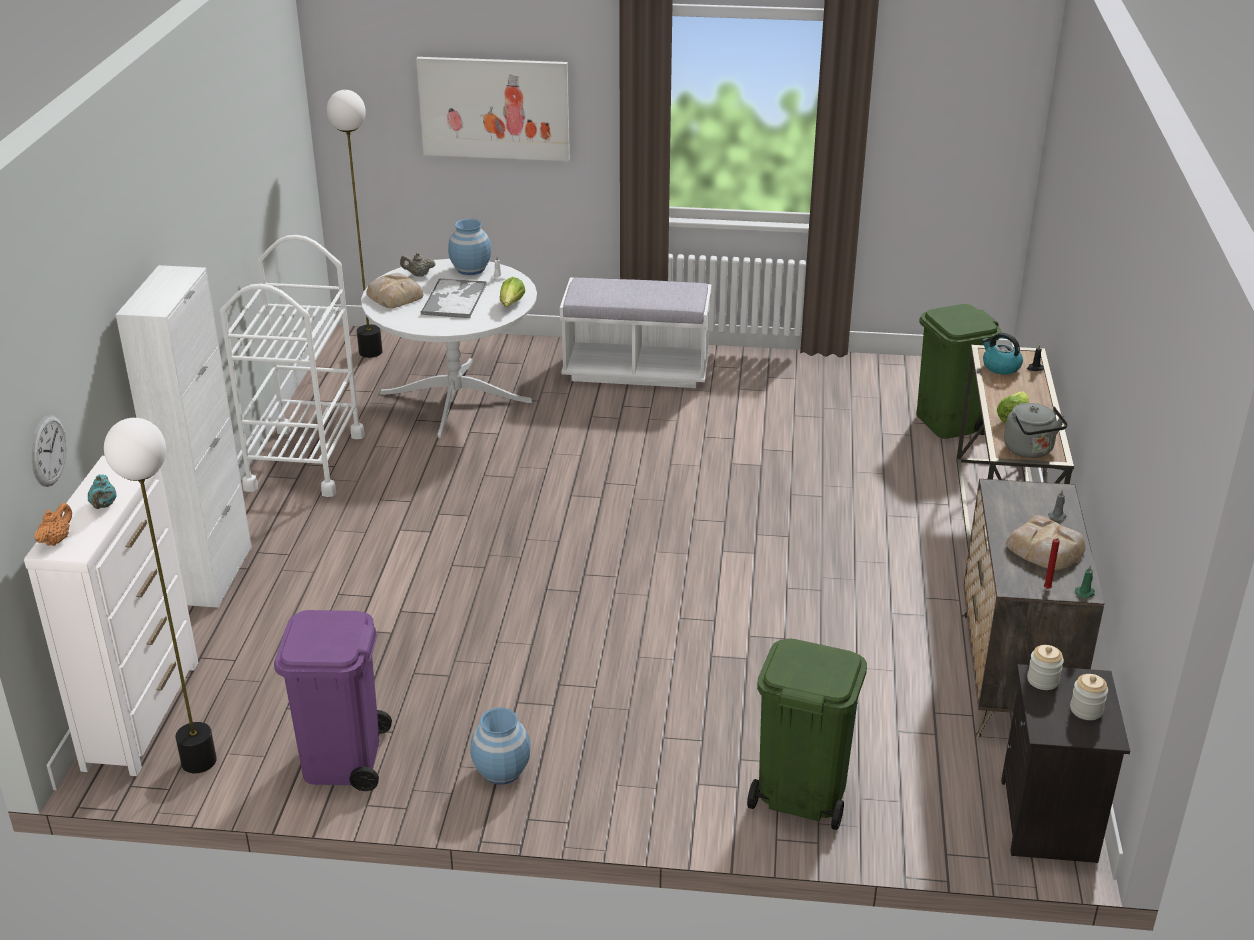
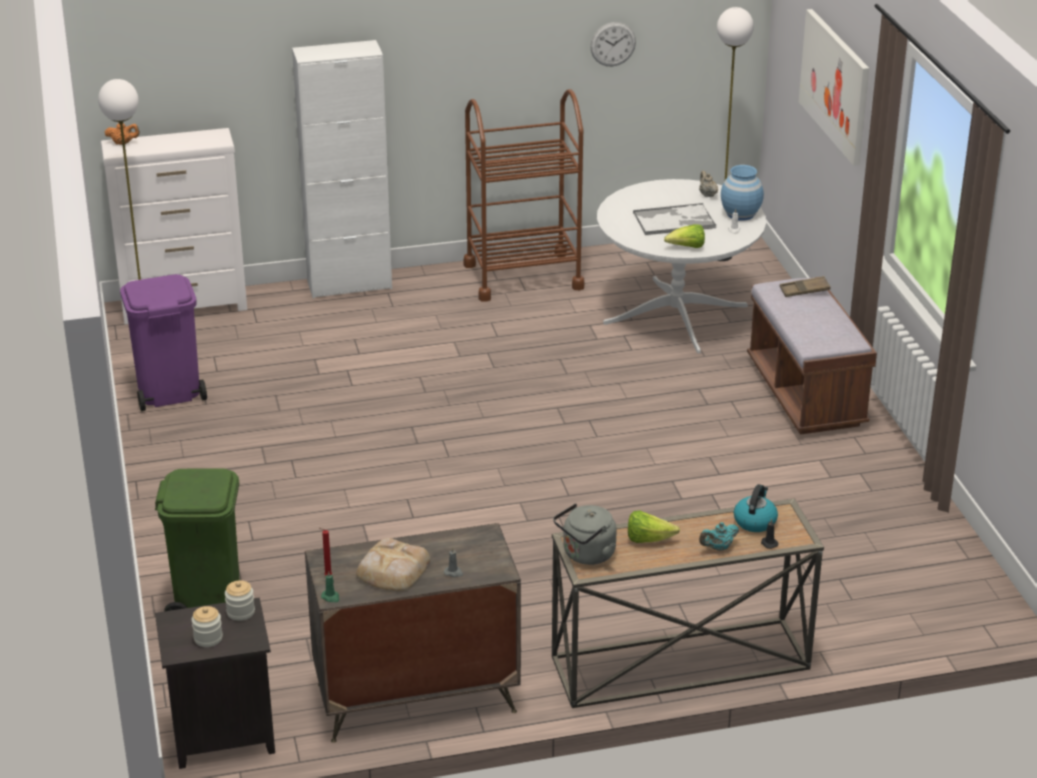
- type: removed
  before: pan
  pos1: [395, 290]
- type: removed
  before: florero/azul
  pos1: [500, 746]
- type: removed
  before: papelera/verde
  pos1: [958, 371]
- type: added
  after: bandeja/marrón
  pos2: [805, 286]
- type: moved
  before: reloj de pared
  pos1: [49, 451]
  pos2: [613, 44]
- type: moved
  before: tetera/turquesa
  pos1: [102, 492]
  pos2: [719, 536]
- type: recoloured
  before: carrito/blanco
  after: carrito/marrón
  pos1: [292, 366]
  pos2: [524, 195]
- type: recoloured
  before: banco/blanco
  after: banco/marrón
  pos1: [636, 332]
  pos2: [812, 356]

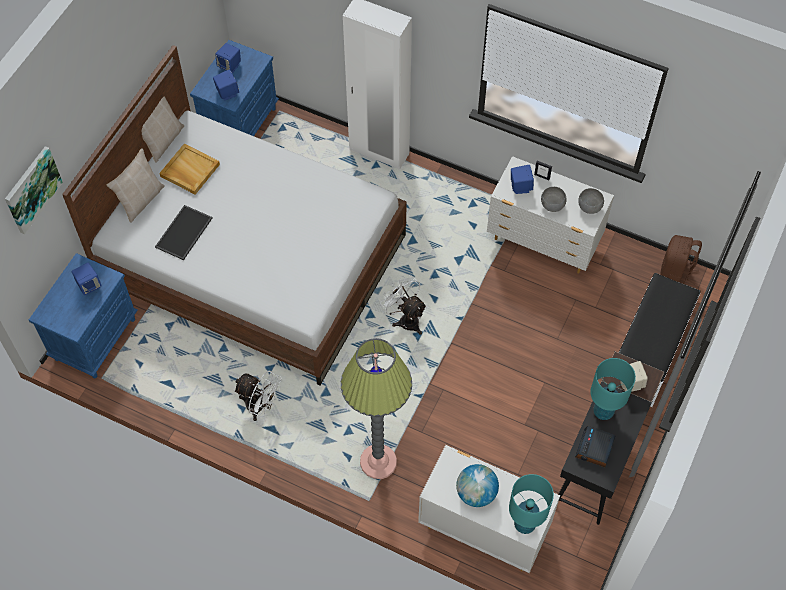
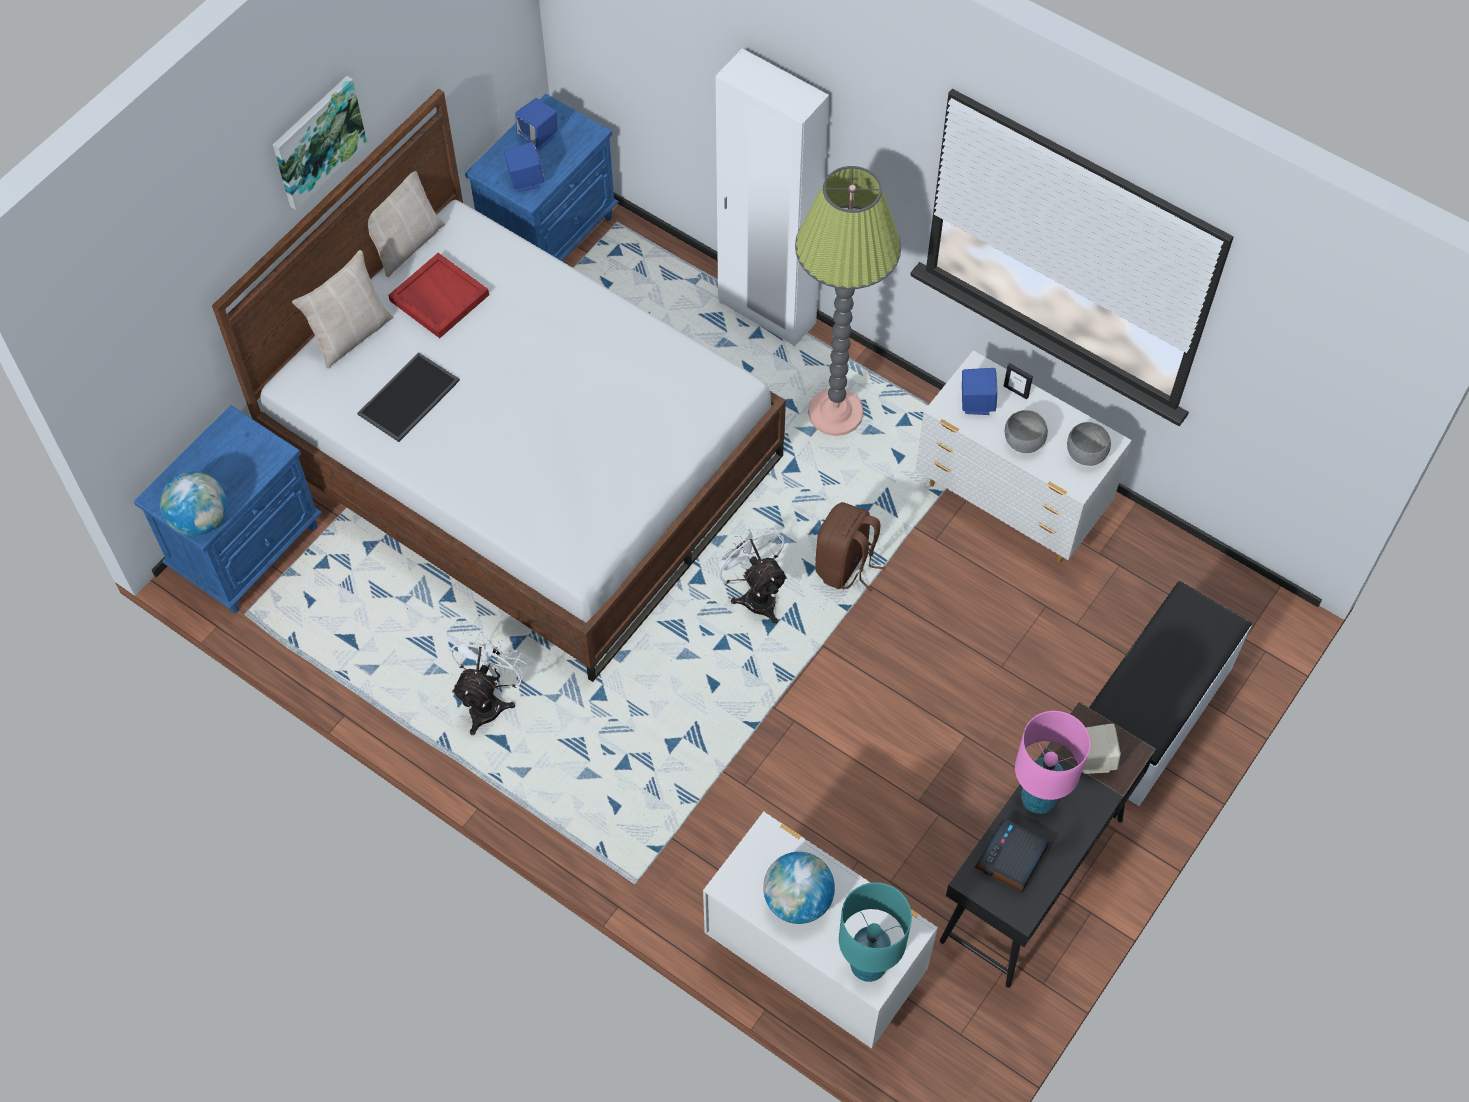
- type: removed
  before: altavoz/azul
  pos1: [86, 278]
- type: added
  after: globo terráqueo
  pos2: [193, 503]
- type: moved
  before: cuadro
  pos1: [34, 190]
  pos2: [320, 143]
- type: moved
  before: lámpara de pie
  pos1: [376, 408]
  pos2: [848, 301]
- type: moved
  before: mochila/marrón
  pos1: [681, 260]
  pos2: [850, 546]
- type: recoloured
  before: bandeja/beis
  after: bandeja/rojo
  pos1: [189, 169]
  pos2: [438, 295]
- type: recoloured
  before: lámpara de mesa/turquesa
  after: lámpara de mesa/rosa
  pos1: [613, 389]
  pos2: [1052, 762]
- type: turned
  before: ventilador/blanco
  pos1: [258, 396]
  pos2: [489, 683]
  turn: -105

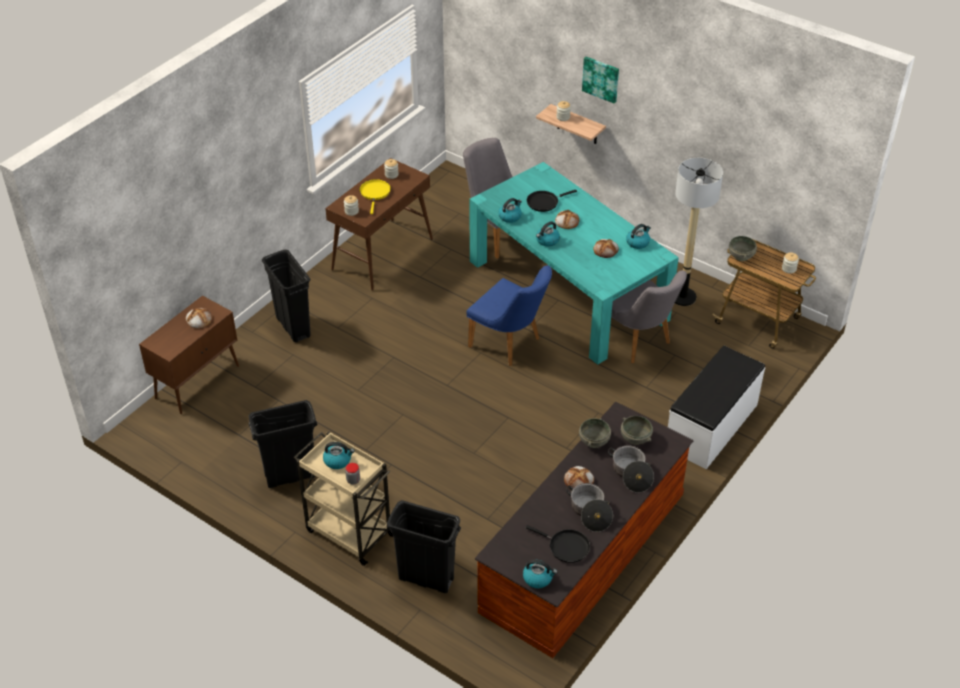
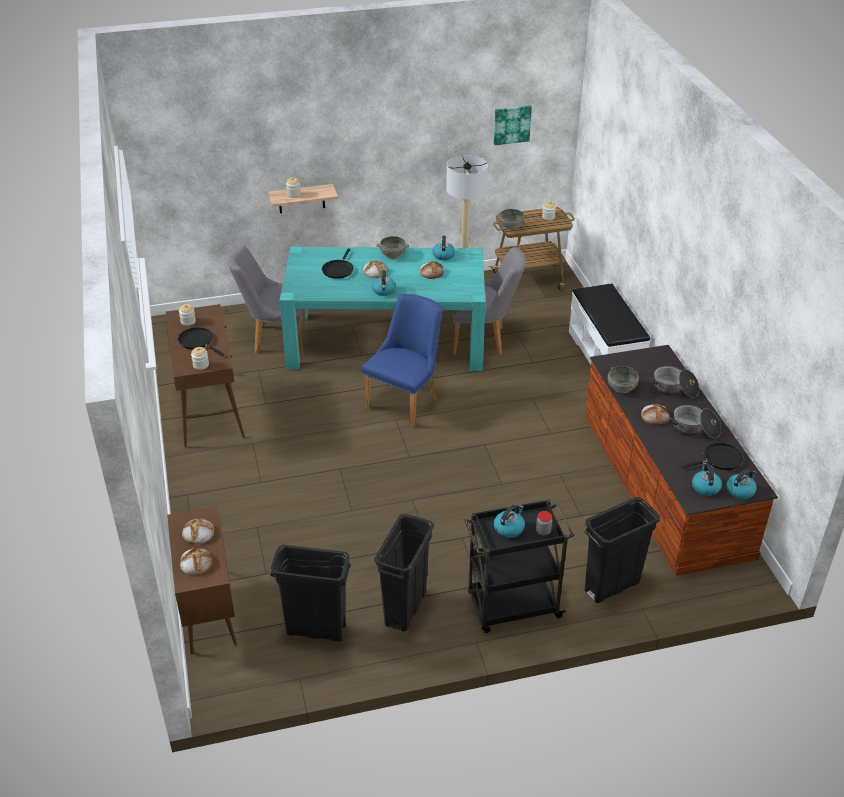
- type: added
  after: pan
  pos2: [196, 561]
- type: moved
  before: papelera/negro
  pos1: [286, 296]
  pos2: [310, 593]
- type: moved
  before: hervidor
  pos1: [510, 210]
  pos2: [707, 479]
- type: moved
  before: cuadro
  pos1: [600, 80]
  pos2: [513, 125]
- type: moved
  before: cuenco/gris
  pos1: [637, 430]
  pos2: [393, 247]
- type: recoloured
  before: carrito/beis
  after: carrito/negro
  pos1: [343, 498]
  pos2: [519, 566]
- type: recoloured
  before: sartén/amarillo
  after: sartén/negro
  pos1: [375, 196]
  pos2: [201, 341]
- type: turned
  before: silla/azul
  pos1: [509, 315]
  pos2: [401, 361]
  turn: -45

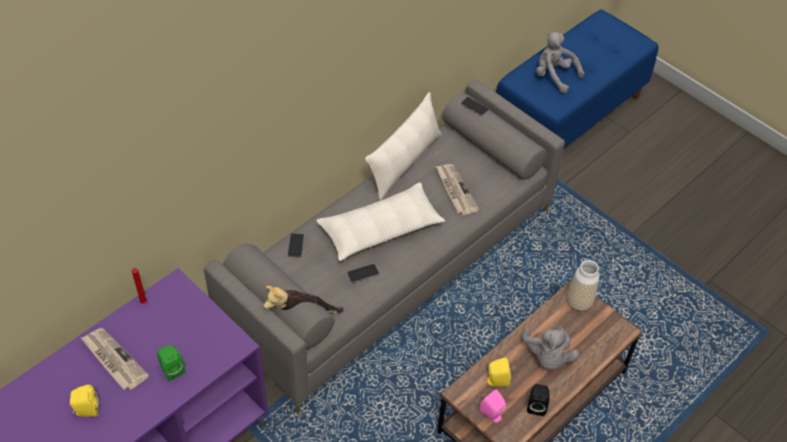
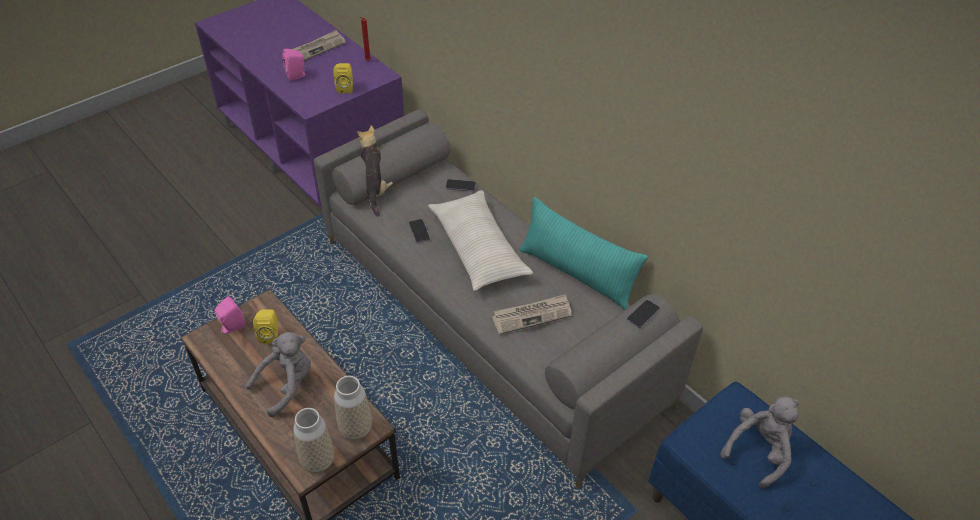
- type: removed
  before: altavoz/negro
  pos1: [538, 400]
- type: added
  after: florero
  pos2: [313, 440]
- type: moved
  before: altavoz/amarillo
  pos1: [84, 400]
  pos2: [343, 78]
- type: recoloured
  before: altavoz/verde
  after: altavoz/rosa
  pos1: [171, 363]
  pos2: [294, 65]
- type: recoloured
  before: cojín/beis
  after: cojín/turquesa
  pos1: [403, 146]
  pos2: [583, 253]
- type: turned
  before: peluche/gris
  pos1: [550, 348]
  pos2: [278, 374]
  turn: 135

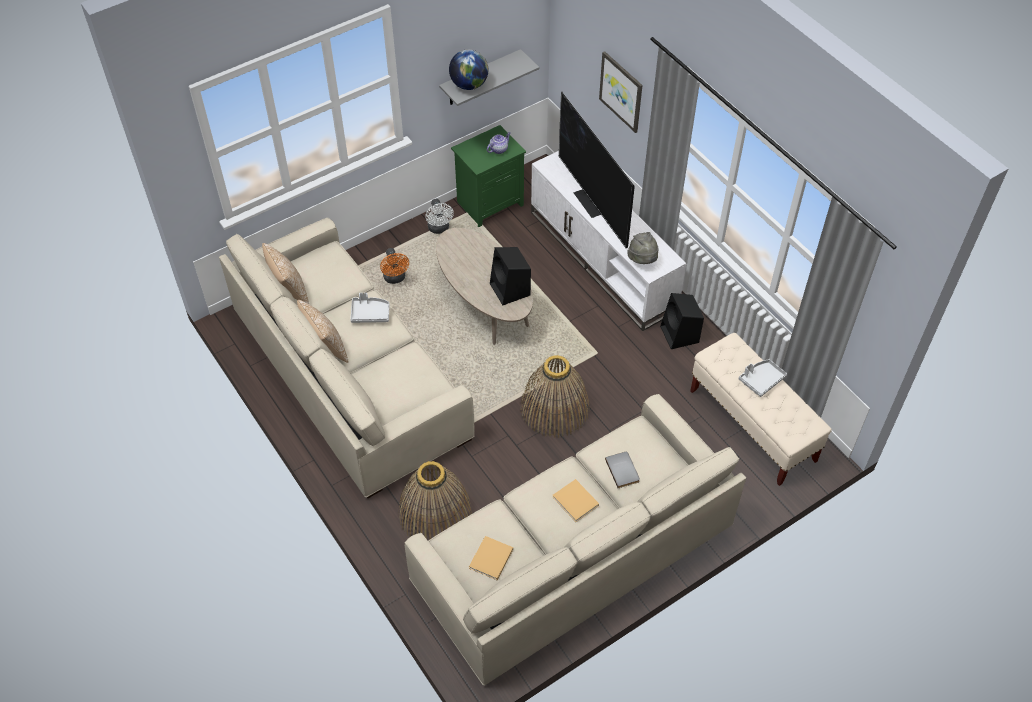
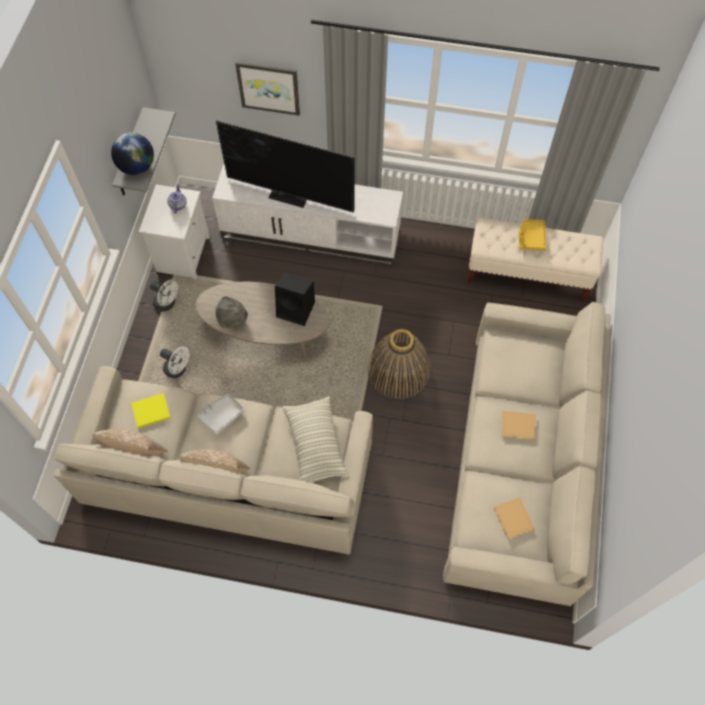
- type: removed
  before: cesta
  pos1: [435, 500]
- type: removed
  before: libro/gris
  pos1: [622, 469]
- type: removed
  before: altavoz/negro
  pos1: [682, 321]
- type: added
  after: libro/amarillo
  pos2: [150, 410]
- type: added
  after: cojín
  pos2: [316, 439]
- type: moved
  before: sombrero/gris
  pos1: [642, 248]
  pos2: [232, 312]
- type: recoloured
  before: ventilador/naranja
  after: ventilador/blanco
  pos1: [394, 266]
  pos2: [174, 362]
- type: recoloured
  before: mesita de noche/verde
  after: mesita de noche/blanco
  pos1: [488, 176]
  pos2: [174, 232]
- type: recoloured
  before: bandeja/gris
  after: bandeja/amarillo
  pos1: [763, 378]
  pos2: [532, 235]

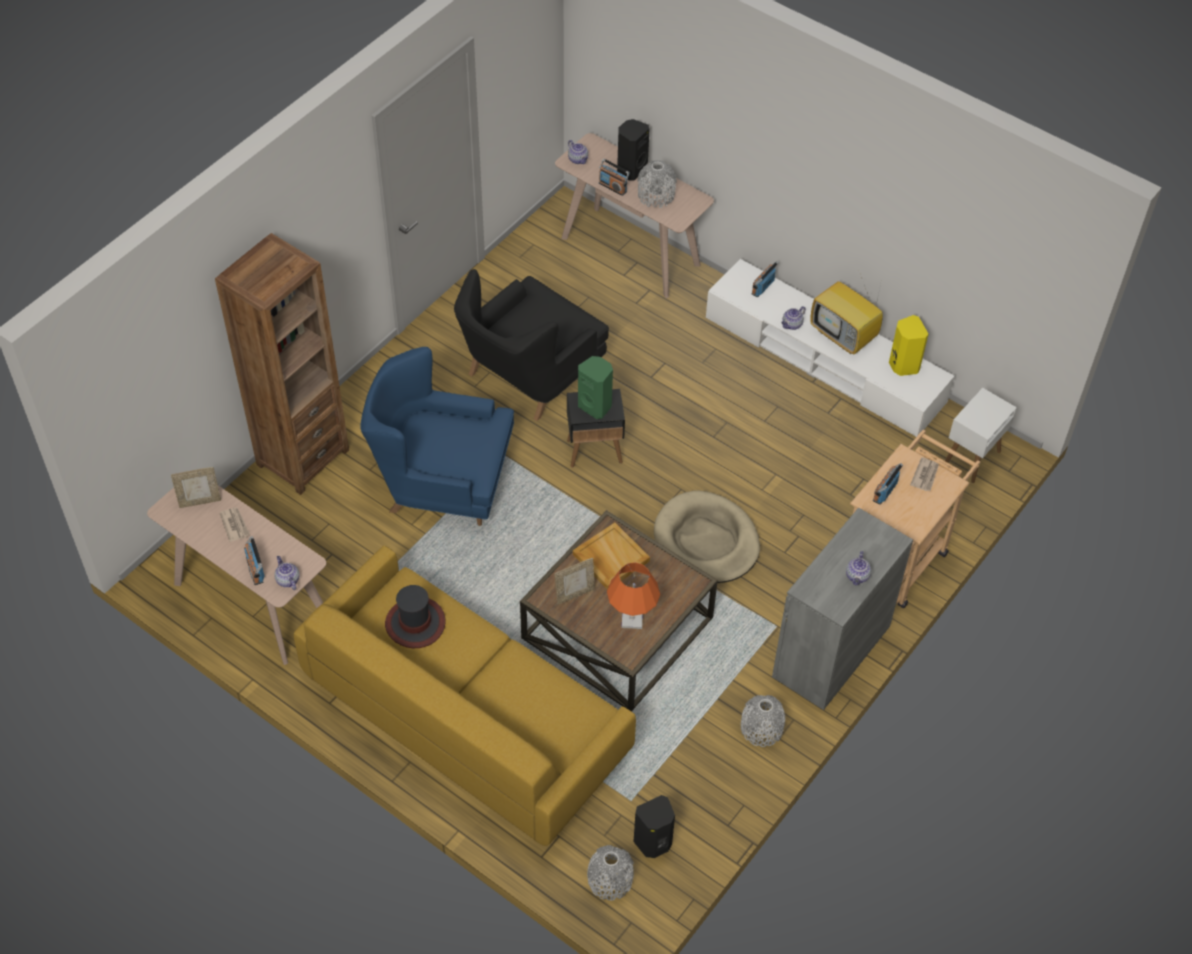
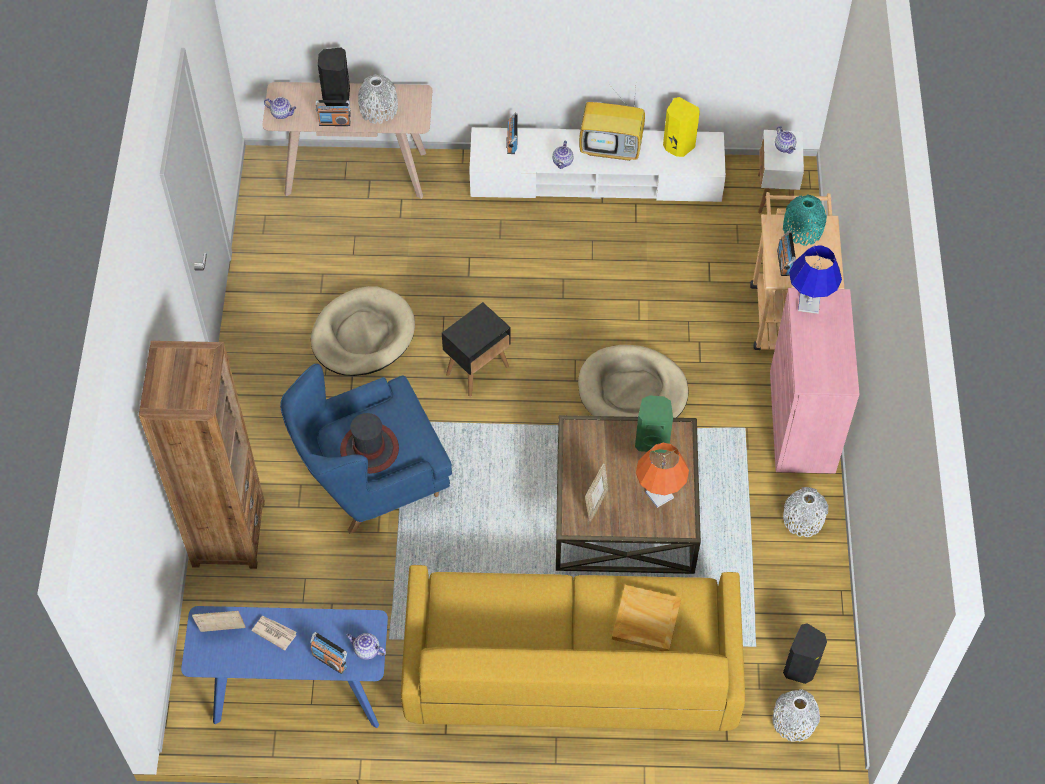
- type: added
  after: lámpara de mesa/azul
  pos2: [815, 279]
- type: moved
  before: sombrero
  pos1: [415, 616]
  pos2: [369, 443]
- type: moved
  before: bandeja/beis
  pos1: [611, 556]
  pos2: [646, 618]
- type: moved
  before: altavoz/verde
  pos1: [595, 387]
  pos2: [654, 424]
- type: moved
  before: tetera
  pos1: [858, 568]
  pos2: [785, 140]
- type: replaced
  before: sillón/negro
  after: cama para perro/beis
  pos1: [531, 345]
  pos2: [363, 331]
- type: replaced
  before: periódico
  after: florero/turquesa
  pos1: [924, 474]
  pos2: [805, 220]
- type: recoloured
  before: mesa consola/beis
  after: mesa consola/azul
  pos1: [236, 575]
  pos2: [284, 667]
- type: recoloured
  before: armario/gris
  after: armario/rosa
  pos1: [842, 608]
  pos2: [815, 380]
- type: turned
  before: portarretratos
  pos1: [196, 487]
  pos2: [219, 621]
  turn: -135

